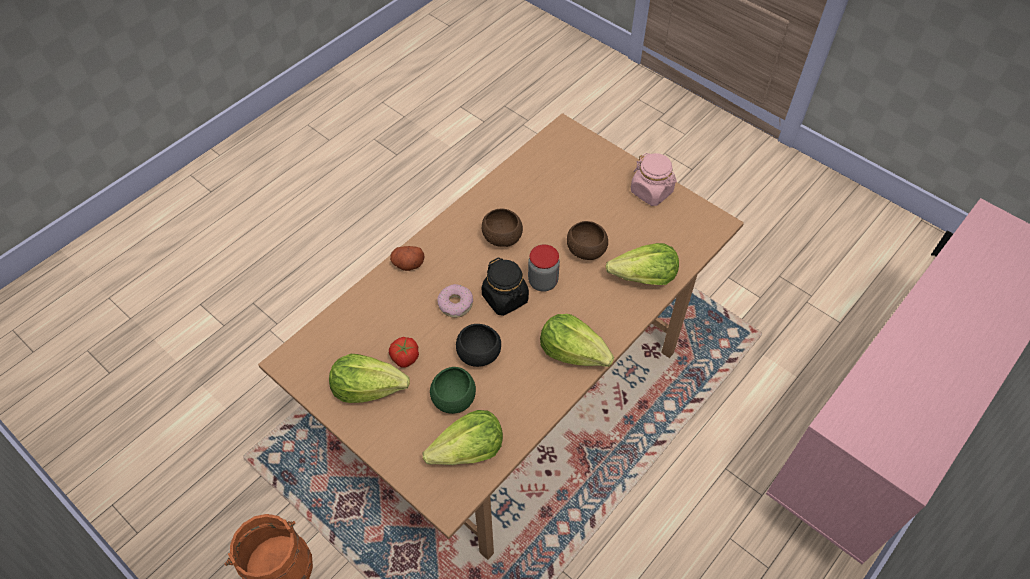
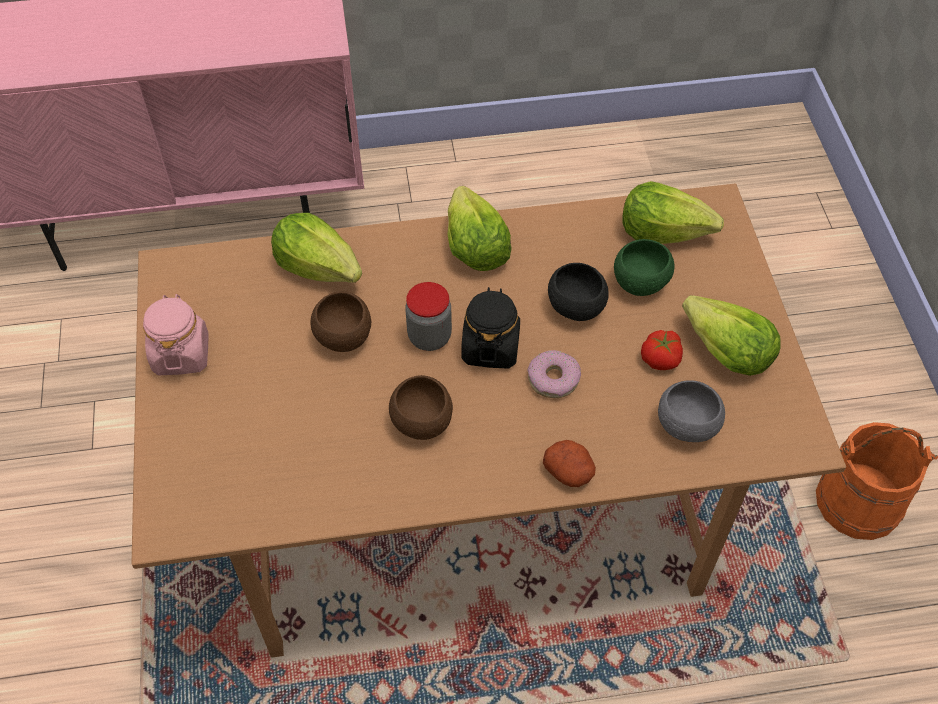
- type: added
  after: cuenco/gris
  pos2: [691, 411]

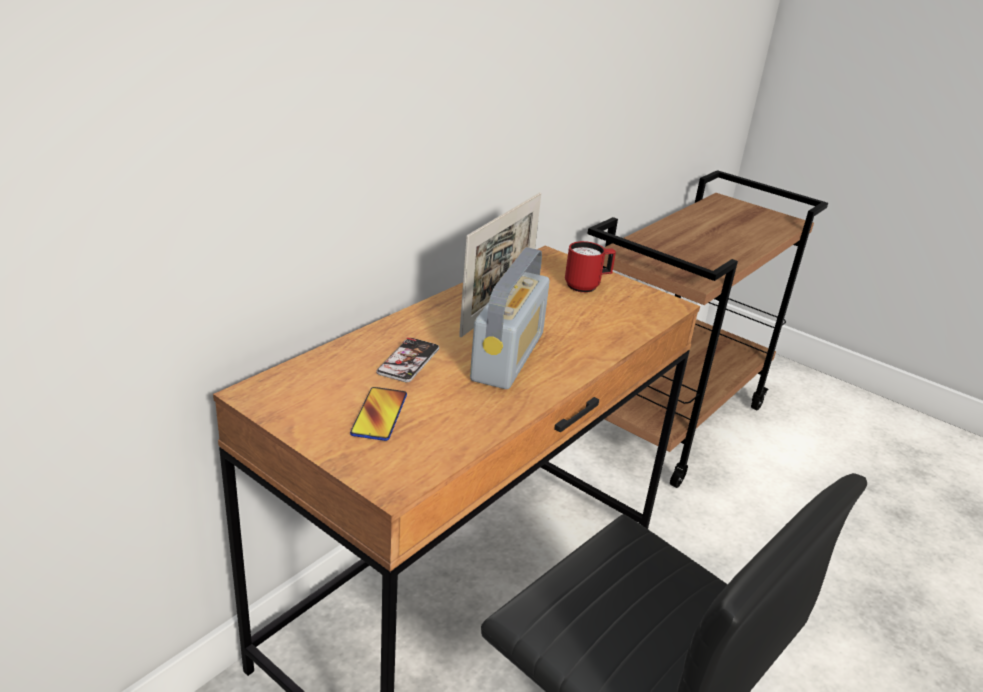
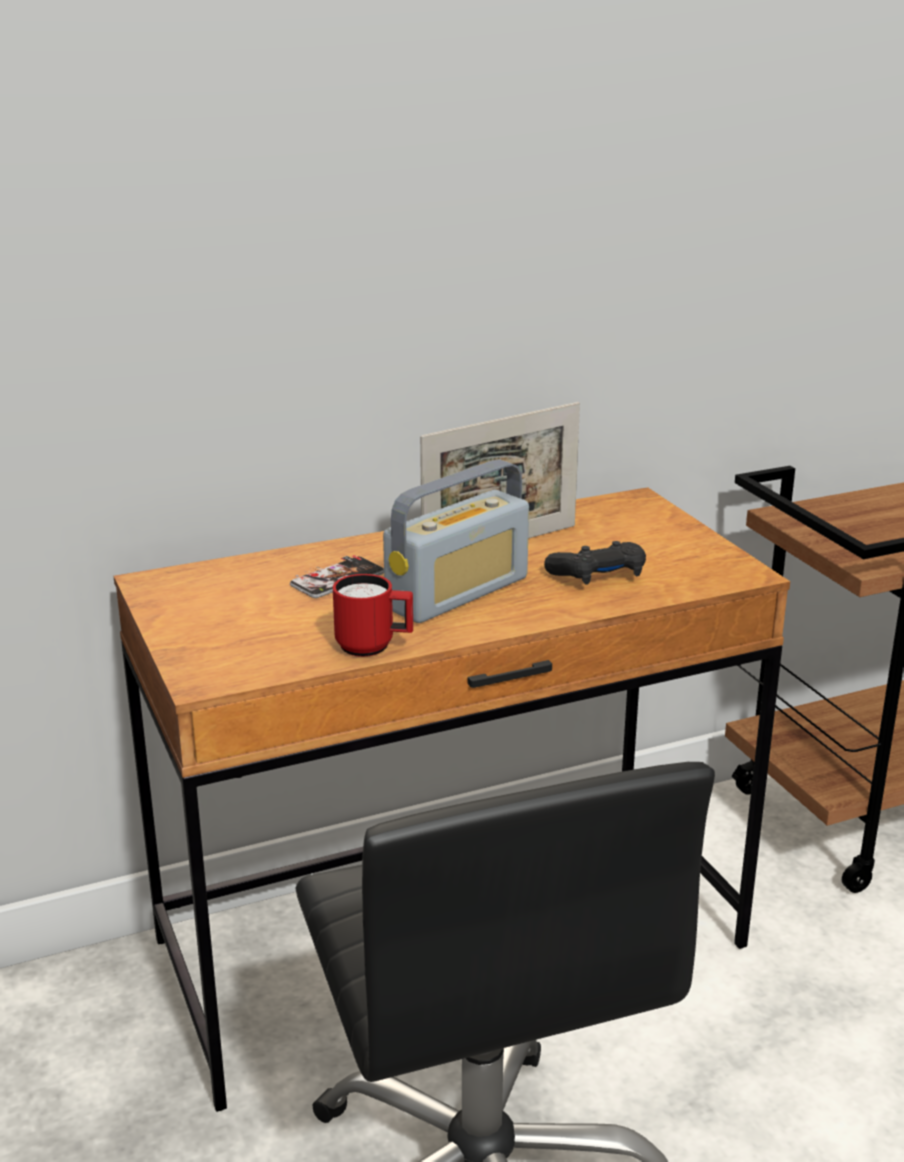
- type: removed
  before: móvil
  pos1: [378, 414]
- type: added
  after: mando de consola/negro
  pos2: [595, 563]
- type: moved
  before: taza grande/rojo
  pos1: [590, 267]
  pos2: [373, 615]

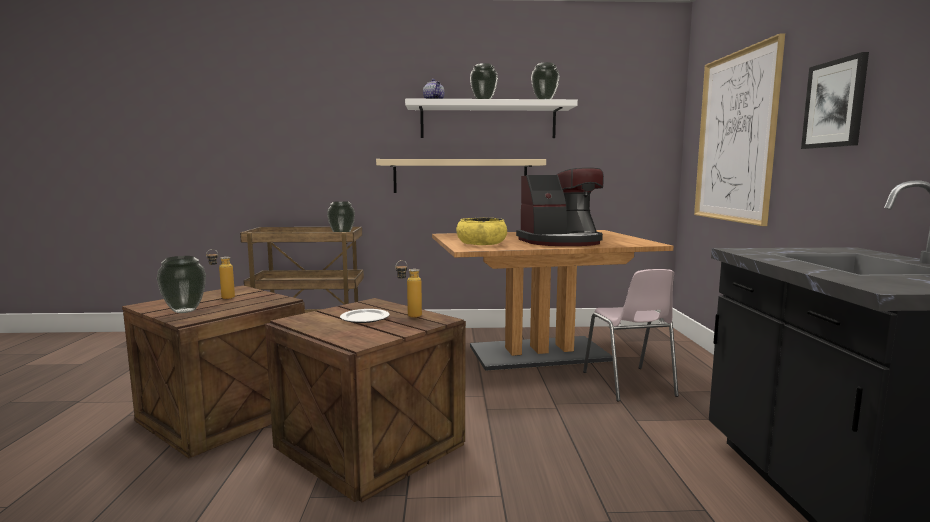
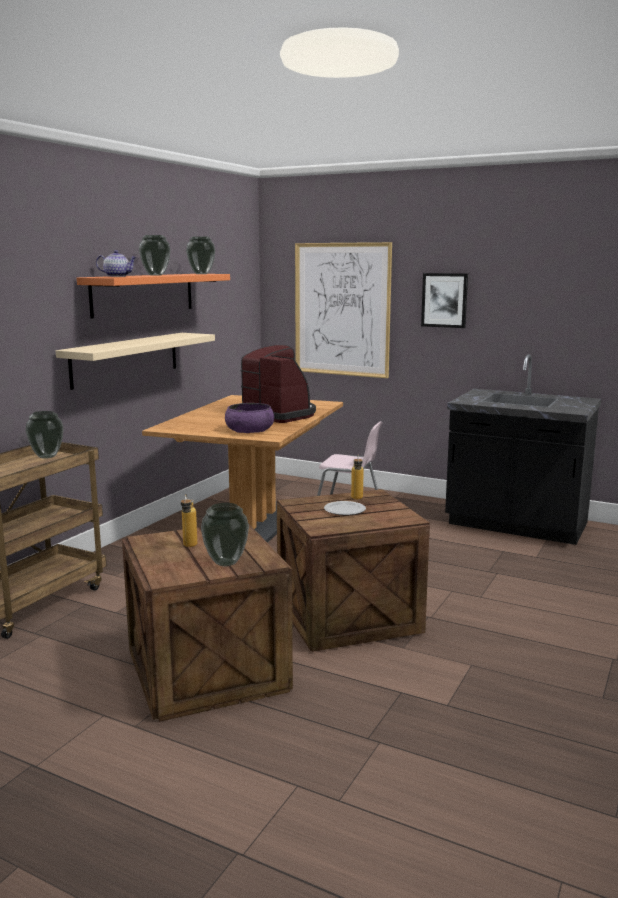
- type: recoloured
  before: estante/blanco
  after: estante/naranja
  pos1: [491, 118]
  pos2: [153, 296]
- type: recoloured
  before: cuenco/amarillo
  after: cuenco/morado
  pos1: [481, 231]
  pos2: [249, 418]
- type: turned
  before: cafetera
  pos1: [560, 207]
  pos2: [278, 384]
  turn: -60

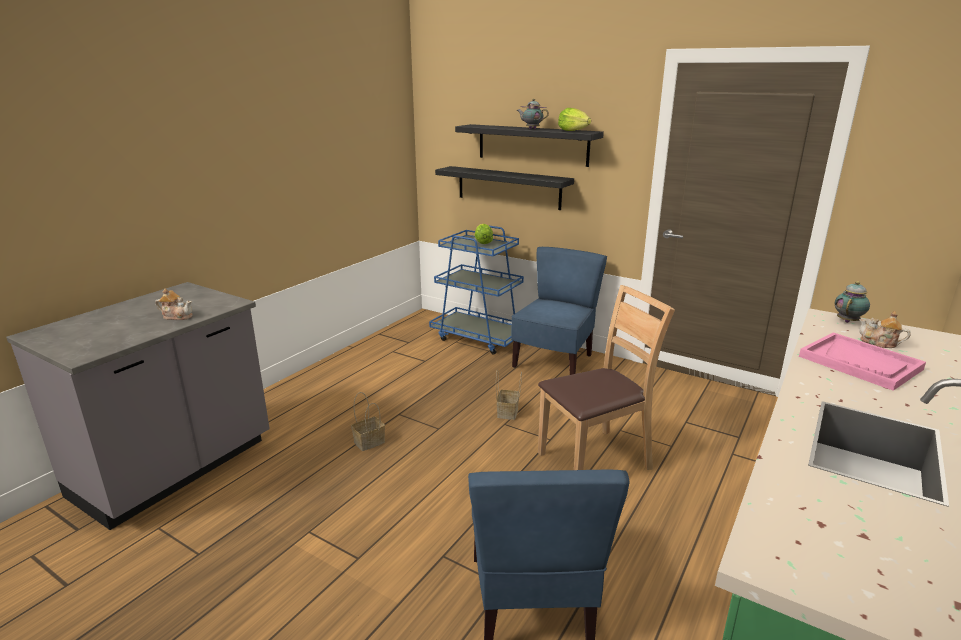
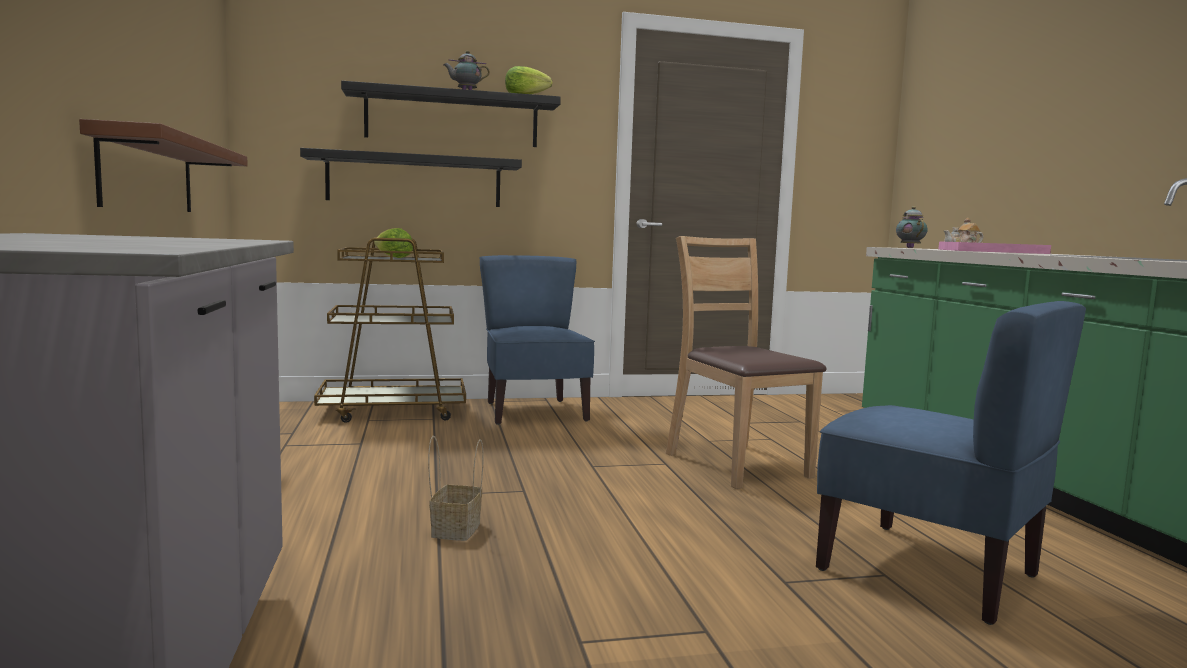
- type: removed
  before: tetera
  pos1: [174, 304]
- type: removed
  before: cesta
  pos1: [509, 394]
- type: added
  after: estante/marrón
  pos2: [163, 165]
- type: recoloured
  before: carrito/azul
  after: carrito/marrón
  pos1: [476, 290]
  pos2: [390, 330]
- type: turned
  before: silla/marrón
  pos1: [606, 377]
  pos2: [746, 362]
  turn: -45

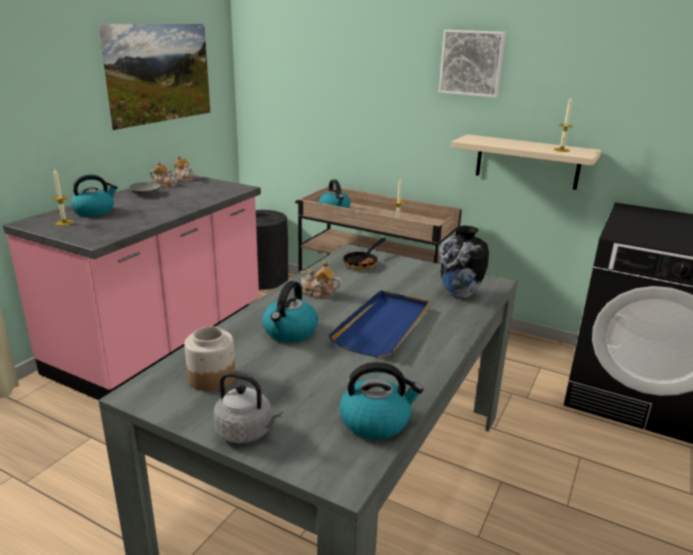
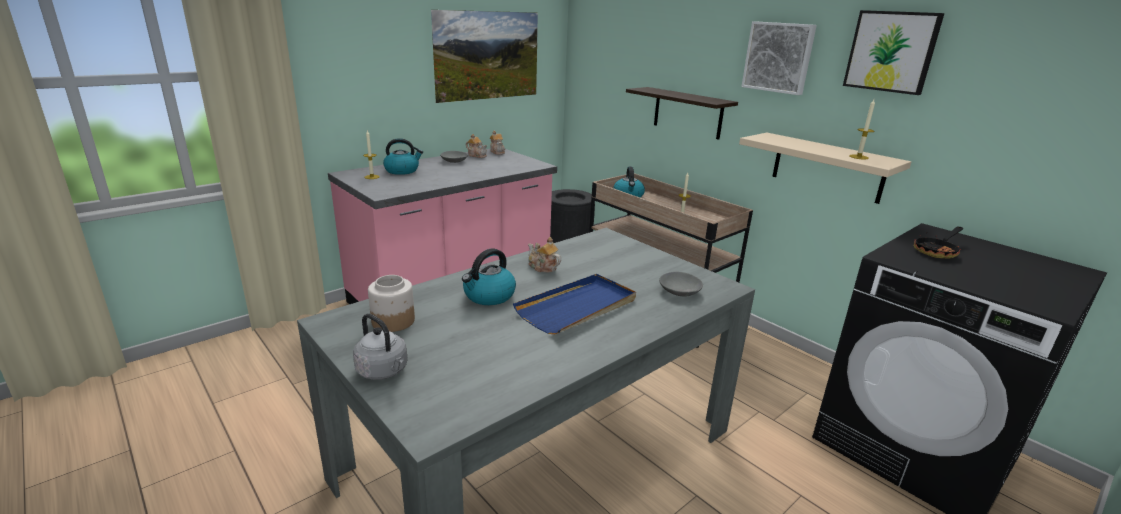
- type: removed
  before: hervidor
  pos1: [381, 401]
- type: added
  after: estante
  pos2: [682, 113]
- type: added
  after: cuadro
  pos2: [893, 52]
- type: moved
  before: sartén
  pos1: [364, 254]
  pos2: [938, 243]
- type: replaced
  before: florero
  after: cuenco/gris
  pos1: [464, 262]
  pos2: [681, 284]

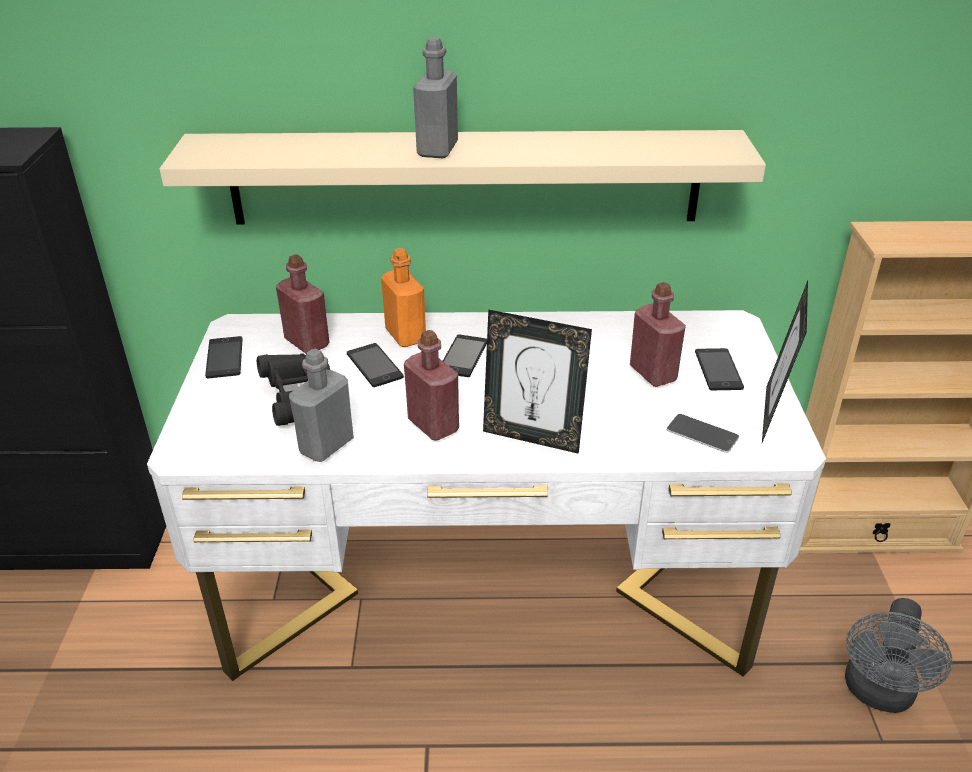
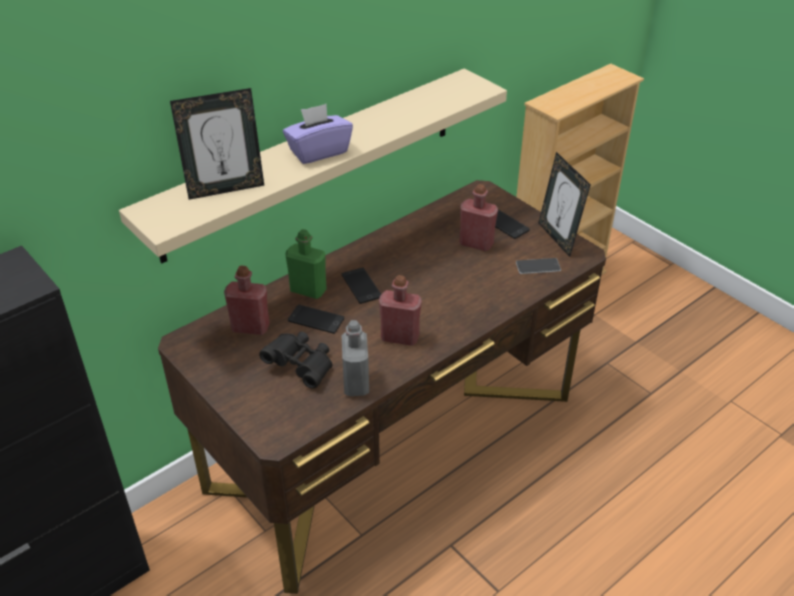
- type: removed
  before: móvil
  pos1: [224, 357]
- type: removed
  before: ventilador/gris
  pos1: [898, 655]
- type: moved
  before: portarretratos
  pos1: [537, 381]
  pos2: [217, 144]
- type: replaced
  before: botella/gris
  after: caja de pañuelos/morado
  pos1: [435, 97]
  pos2: [318, 134]
- type: recoloured
  before: escritorio/blanco
  after: escritorio/marrón
  pos1: [486, 495]
  pos2: [382, 387]
- type: recoloured
  before: botella/naranja
  after: botella/verde
  pos1: [403, 297]
  pos2: [306, 264]

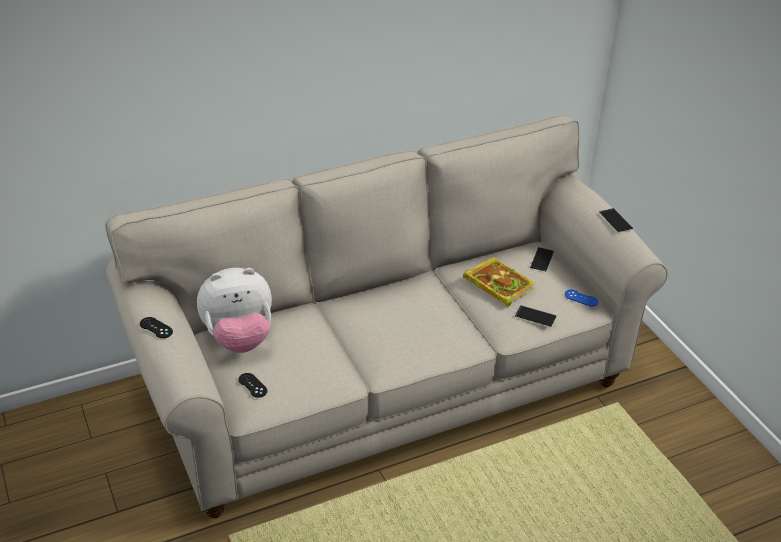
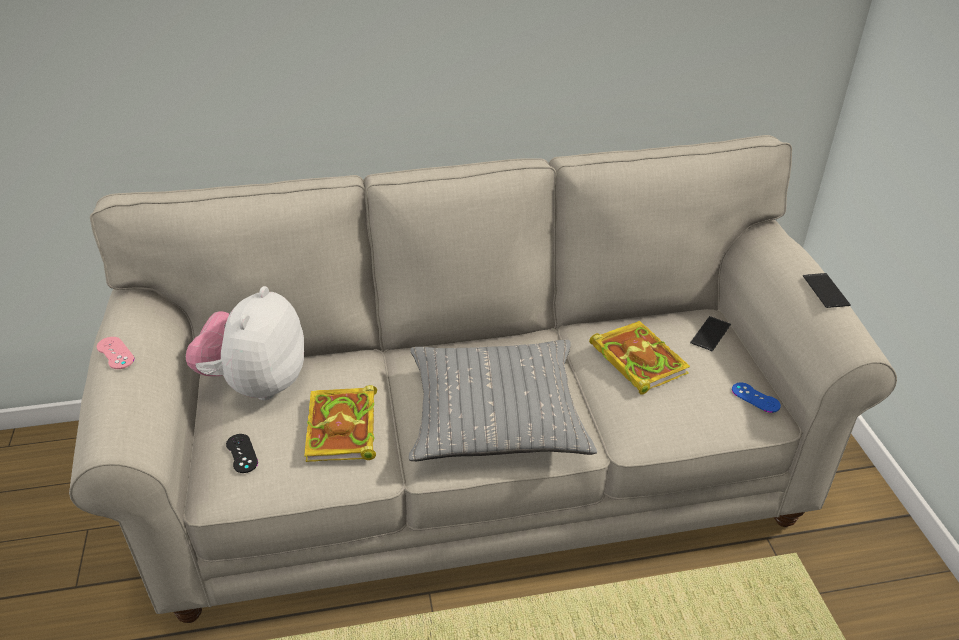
- type: removed
  before: móvil
  pos1: [535, 316]
- type: added
  after: libro
  pos2: [340, 423]
- type: added
  after: cojín/gris
  pos2: [503, 400]
- type: recoloured
  before: mando de consola/negro
  after: mando de consola/rosa
  pos1: [156, 327]
  pos2: [115, 353]
- type: turned
  before: peluche
  pos1: [234, 310]
  pos2: [245, 343]
  turn: 105

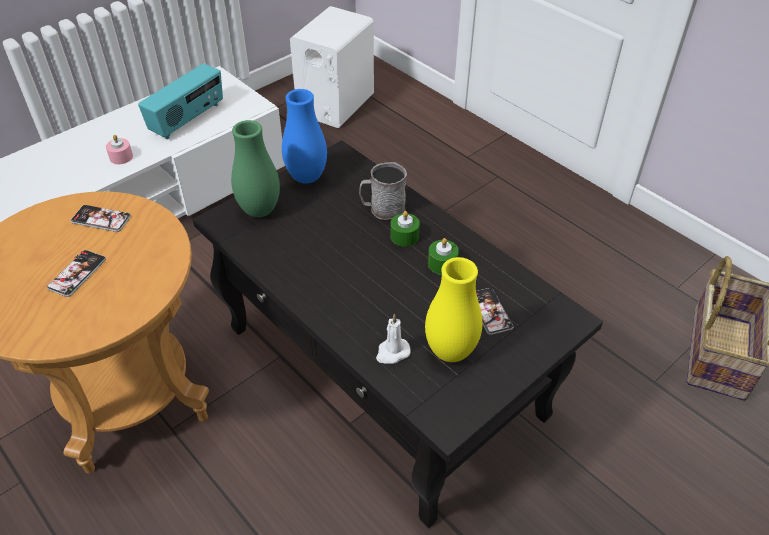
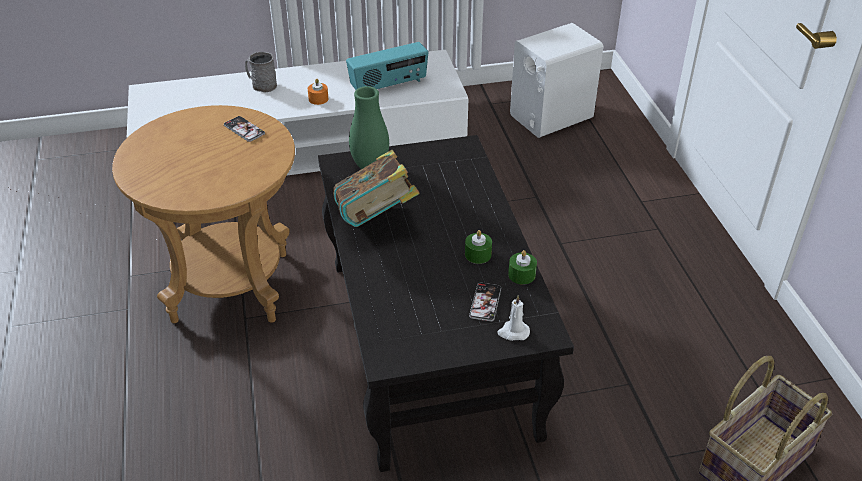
- type: removed
  before: móvil
  pos1: [76, 273]
- type: removed
  before: florero/azul
  pos1: [304, 136]
- type: removed
  before: florero/amarillo
  pos1: [453, 309]
- type: added
  after: libro
  pos2: [376, 188]
- type: moved
  before: taza grande/gris
  pos1: [383, 191]
  pos2: [261, 72]
- type: moved
  before: vela/blanco
  pos1: [393, 339]
  pos2: [513, 318]
- type: moved
  before: vela/verde
  pos1: [405, 229]
  pos2: [522, 267]
- type: recoloured
  before: vela/rosa
  after: vela/naranja
  pos1: [119, 149]
  pos2: [318, 92]

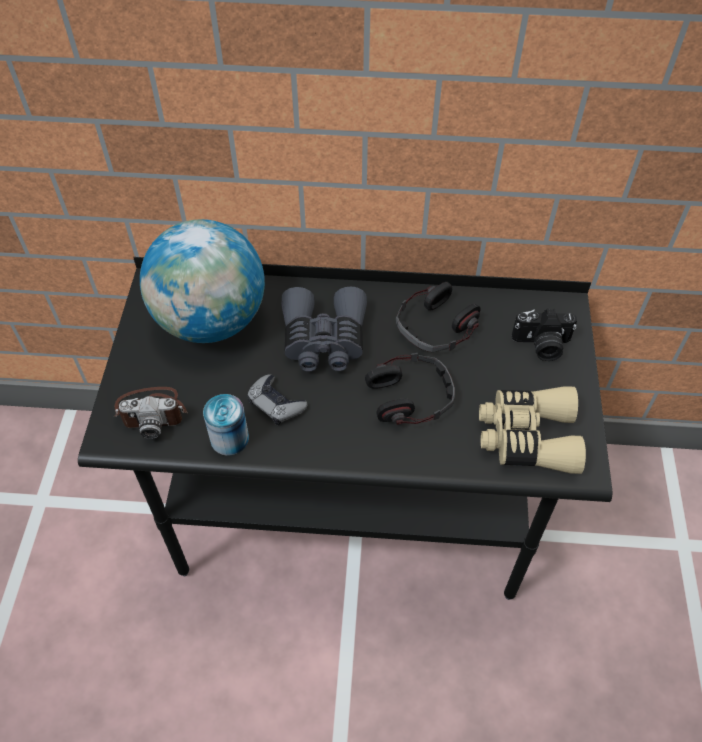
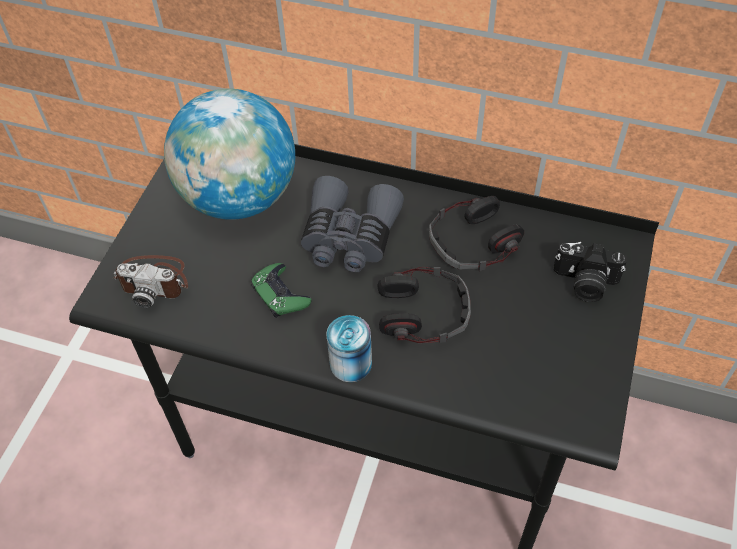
- type: removed
  before: prismáticos/beis
  pos1: [532, 430]
- type: moved
  before: lata
  pos1: [226, 425]
  pos2: [349, 348]
- type: recoloured
  before: mando de consola/gris
  after: mando de consola/verde
  pos1: [277, 400]
  pos2: [281, 290]

